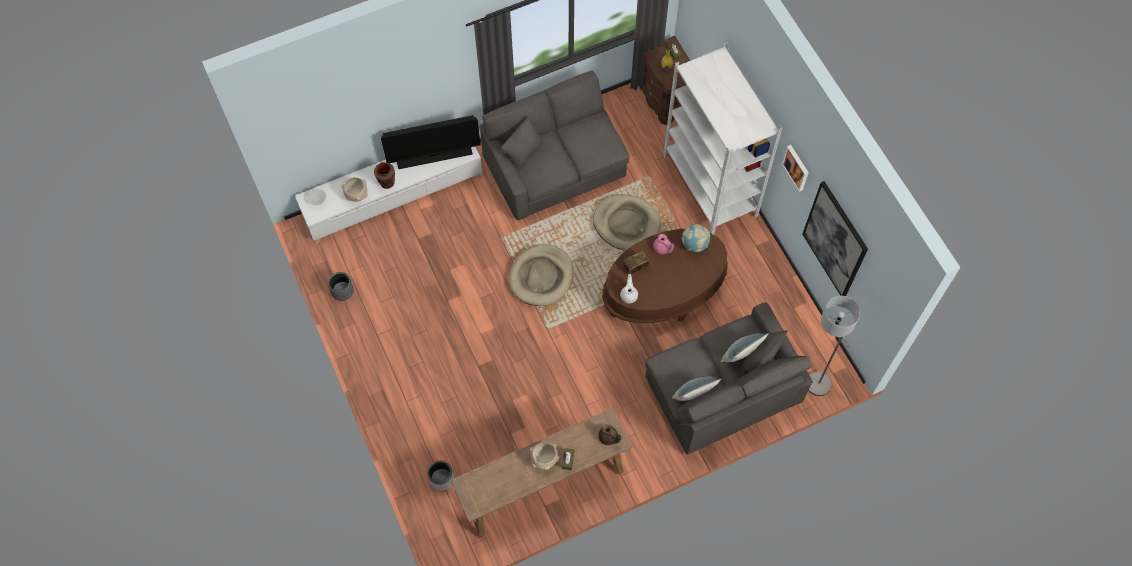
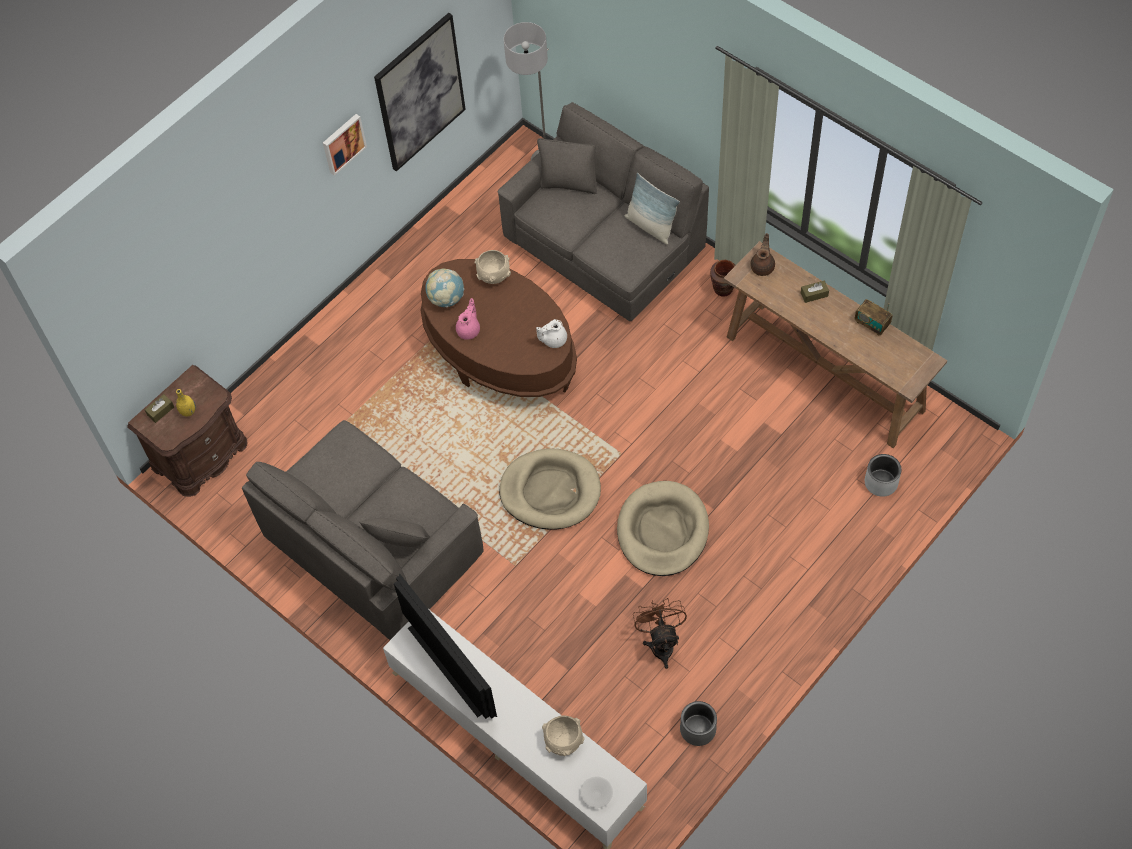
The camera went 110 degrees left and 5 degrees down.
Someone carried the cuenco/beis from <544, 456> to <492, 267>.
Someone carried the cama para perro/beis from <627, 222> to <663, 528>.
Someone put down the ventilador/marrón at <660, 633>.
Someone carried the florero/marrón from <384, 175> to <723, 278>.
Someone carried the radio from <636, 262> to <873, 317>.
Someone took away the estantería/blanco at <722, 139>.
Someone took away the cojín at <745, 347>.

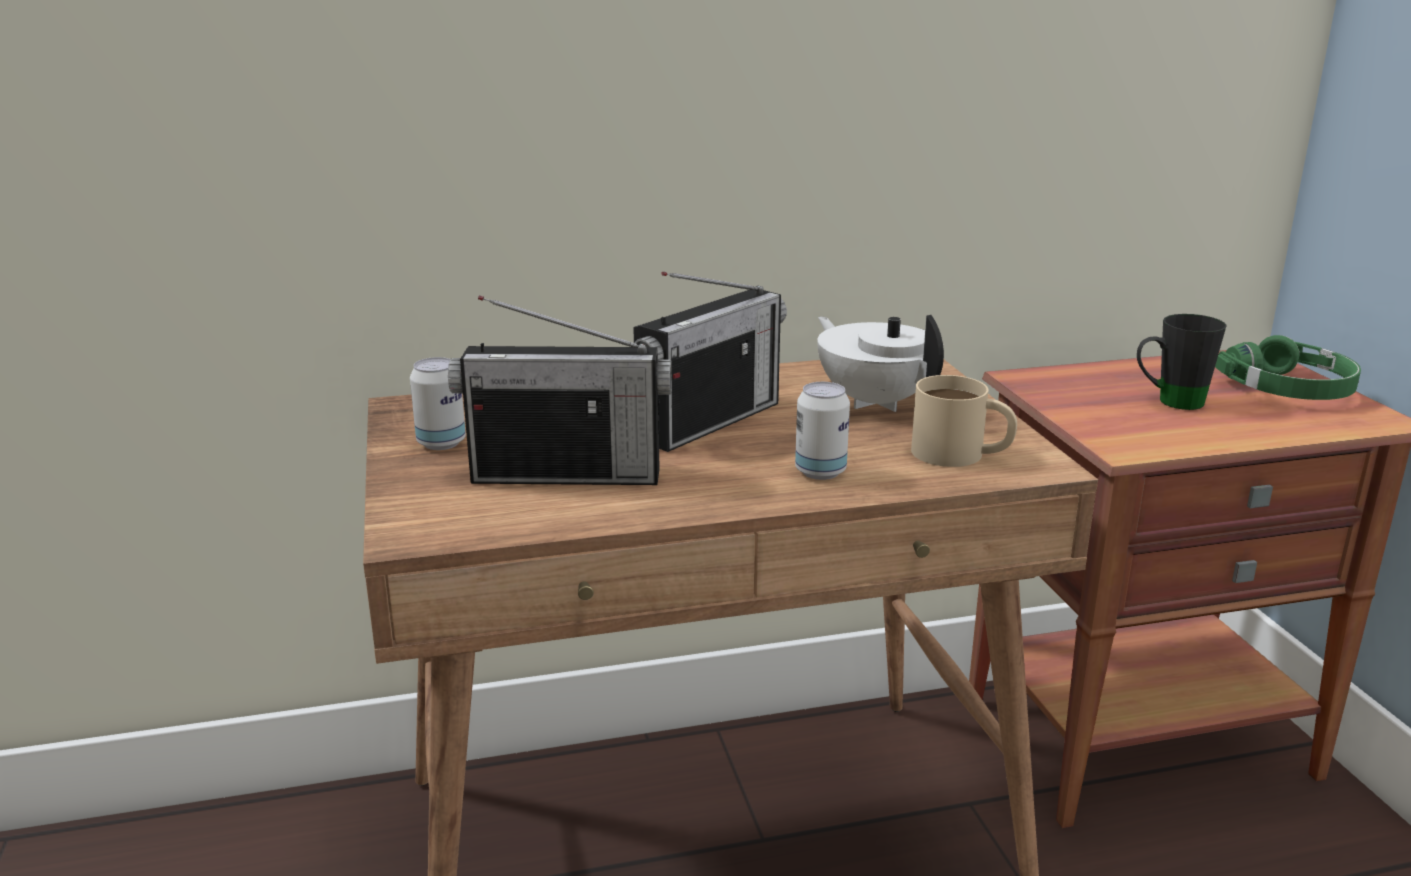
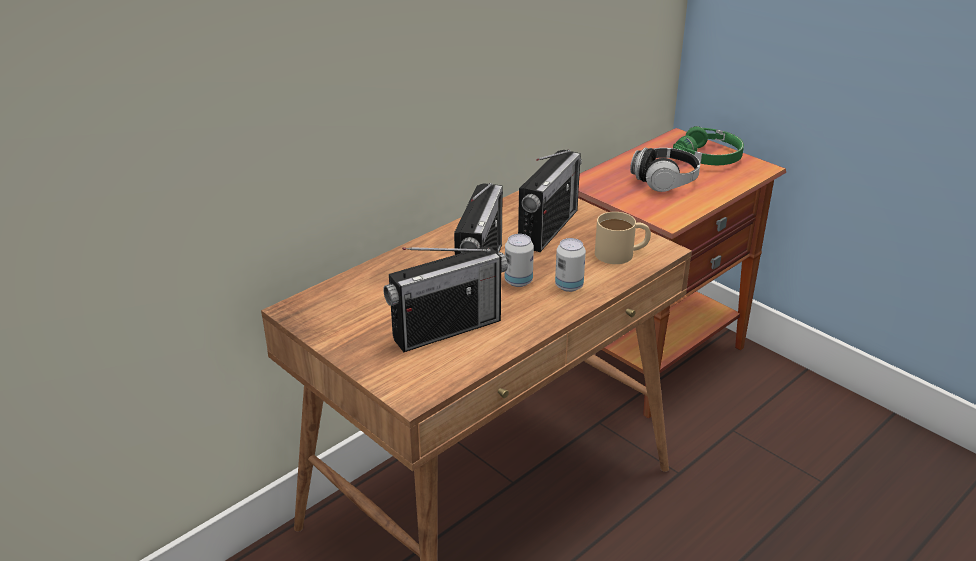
The camera went 30 degrees left and 10 degrees up.
Someone carried the lata from <438, 403> to <519, 260>.
Someone swapped the tetera/blanco at <881, 363> for the radio at <550, 201>.
Someone swapped the taza grande/negro at <1182, 362> for the auriculares at <665, 170>.

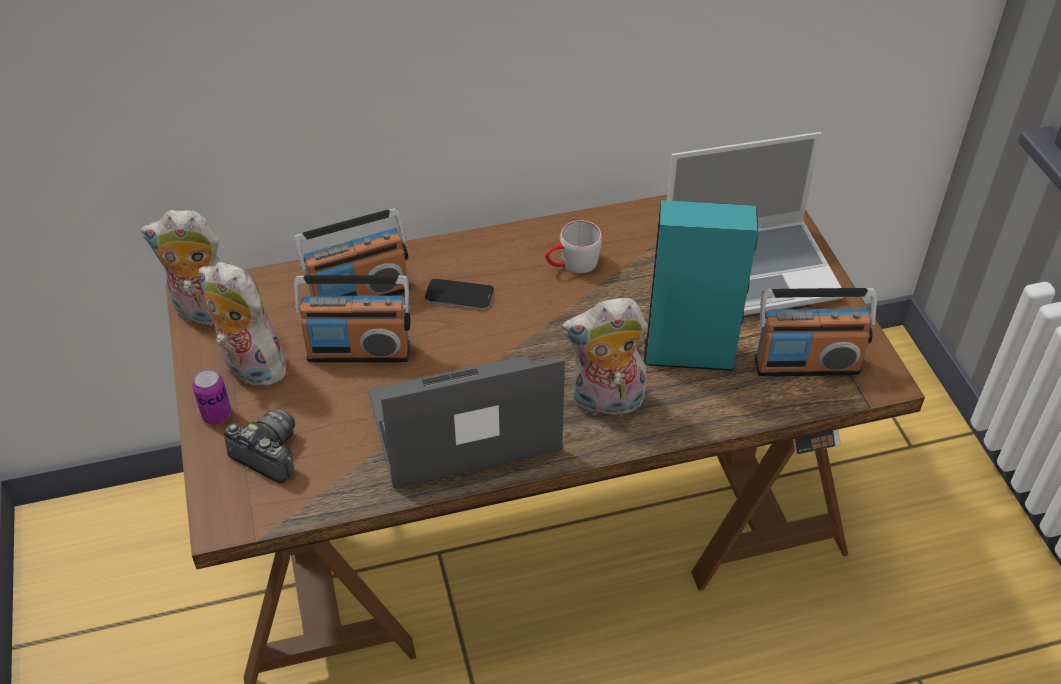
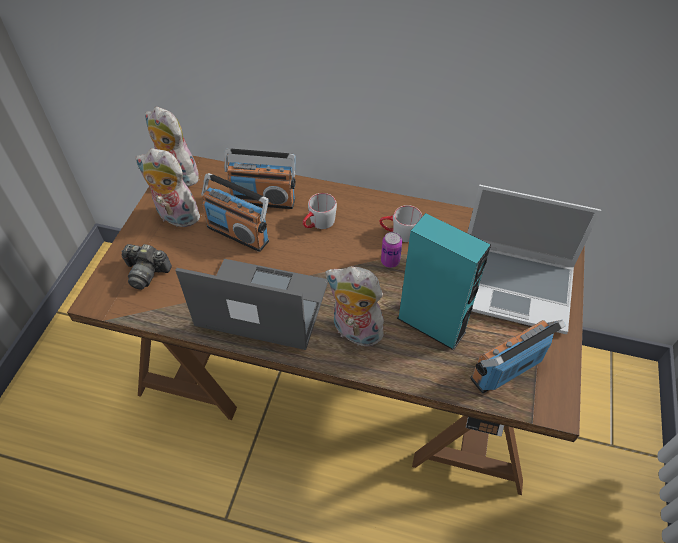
The camera went 30 degrees right and 5 degrees up.
Someone rotated the cámara at <259, 446> by 135 degrees clockwise.
Someone rotated the peluche at <243, 324> by 45 degrees counterclockwise.
Someone swapped the móvil at <459, 294> for the taza grande/gris at <320, 211>.
Someone carried the lata from <211, 397> to <391, 250>.
Someone rotated the radio at <816, 332> by 120 degrees clockwise.

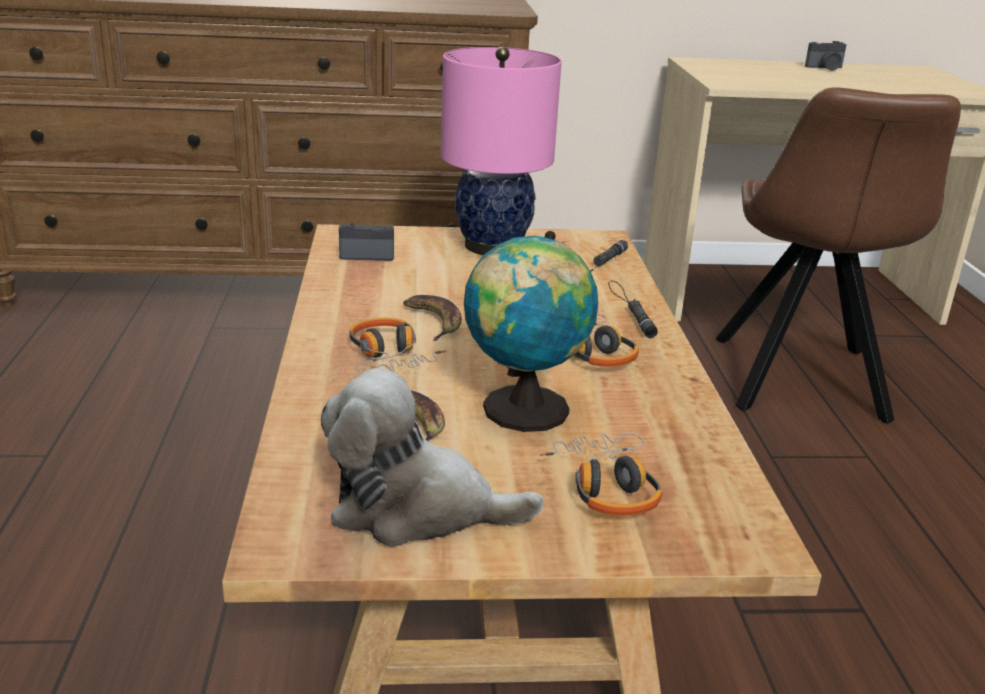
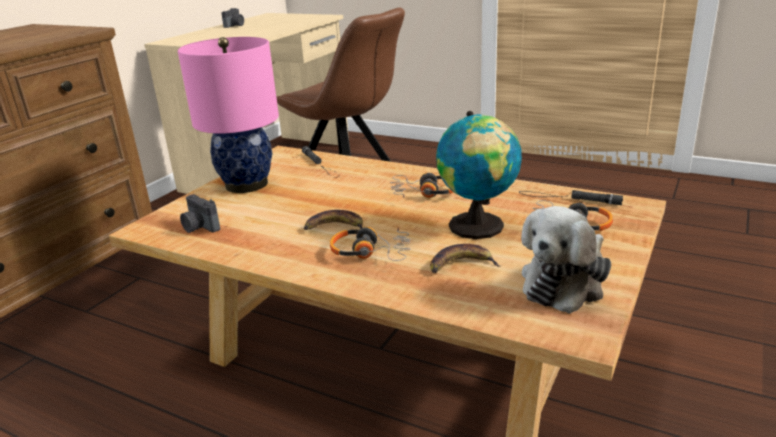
The camera went 55 degrees left and 0 degrees up.
Someone rotated the cámara at <366, 242> by 75 degrees counterclockwise.
Someone carried the linterna/negro from <633, 309> to <571, 197>.

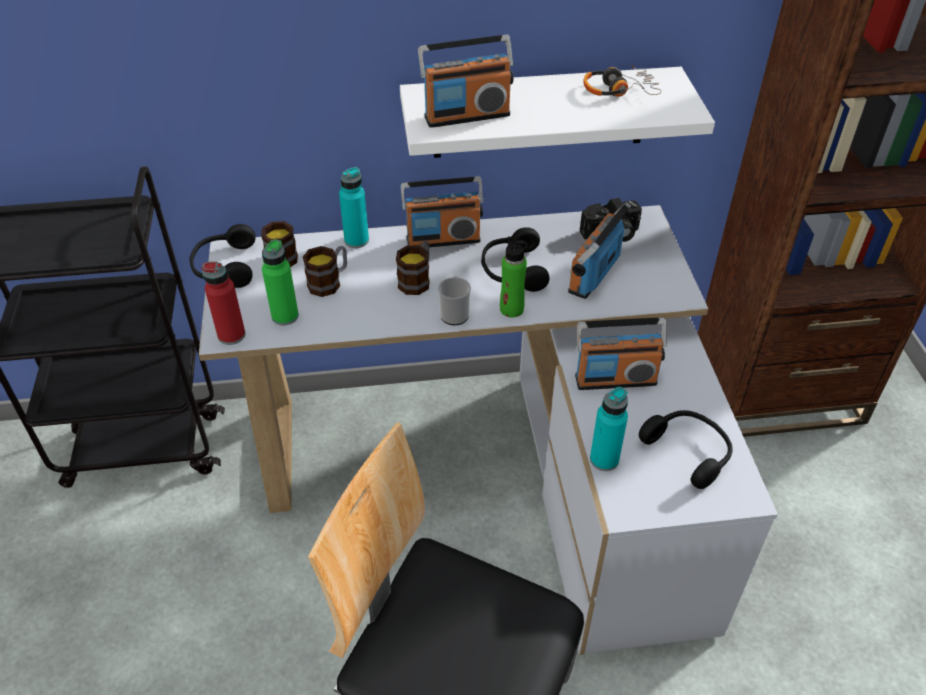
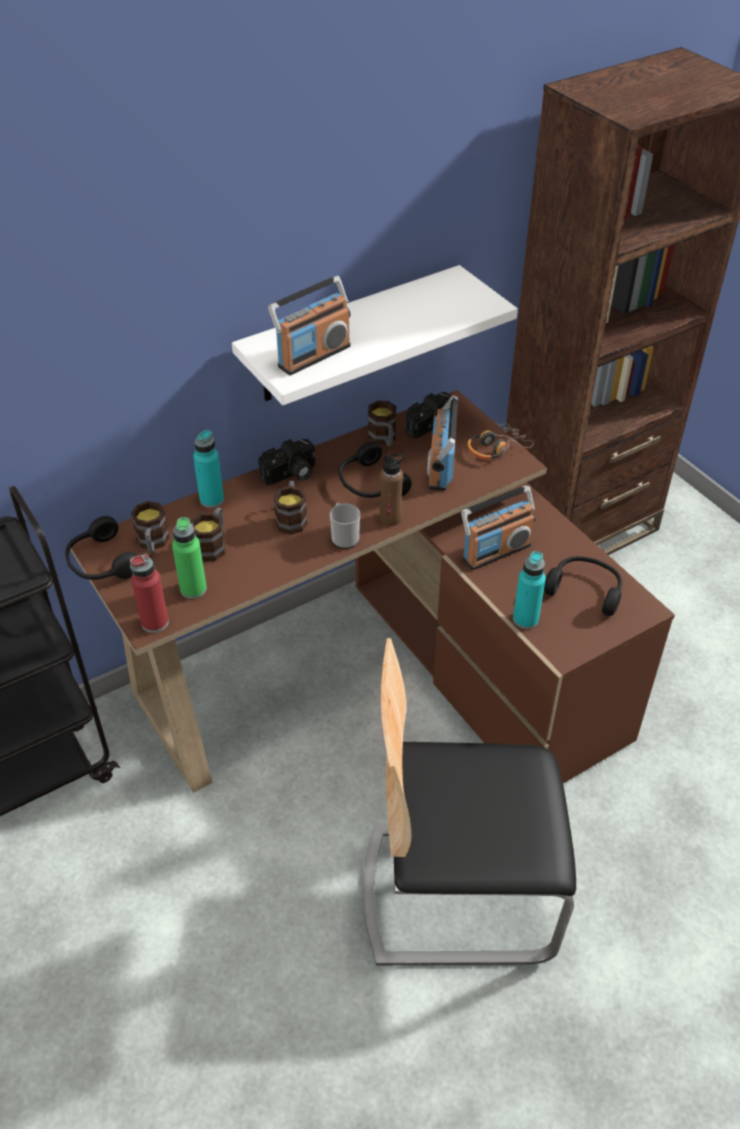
The camera went 25 degrees left and 0 degrees up.
Someone repainted the escritorio/blanco at <488, 430>, which became the escritorio/marrón at <372, 591>.
Someone swapped the radio at <442, 211> for the cámara at <286, 462>.
Someone put down the taza grande at <382, 423>.
Someone repainted the botella/verde at <514, 277>, which became the botella/marrón at <391, 489>.
Someone carried the auriculares from <622, 81> to <500, 440>.

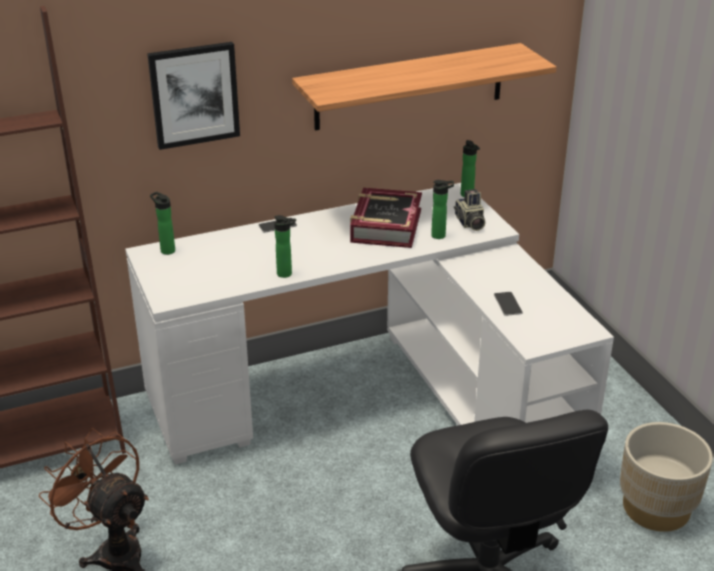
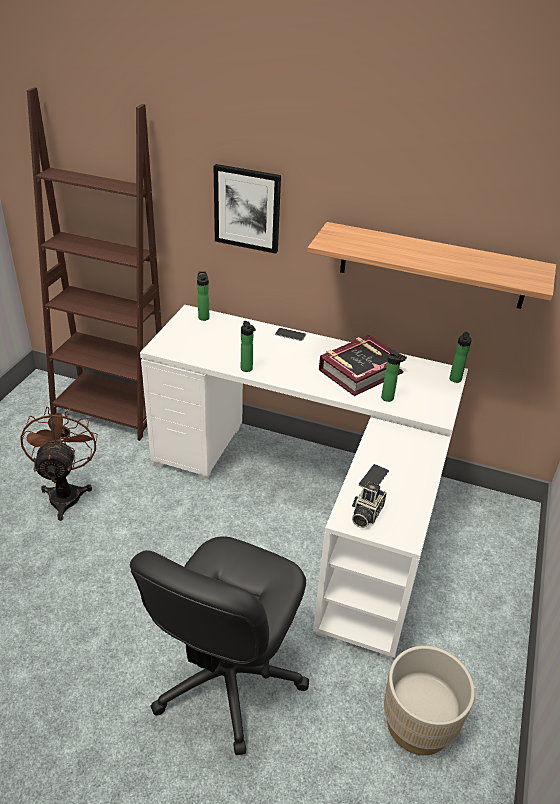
The camera went 40 degrees right and 5 degrees up.
Someone carried the cámara from <469, 210> to <369, 504>.

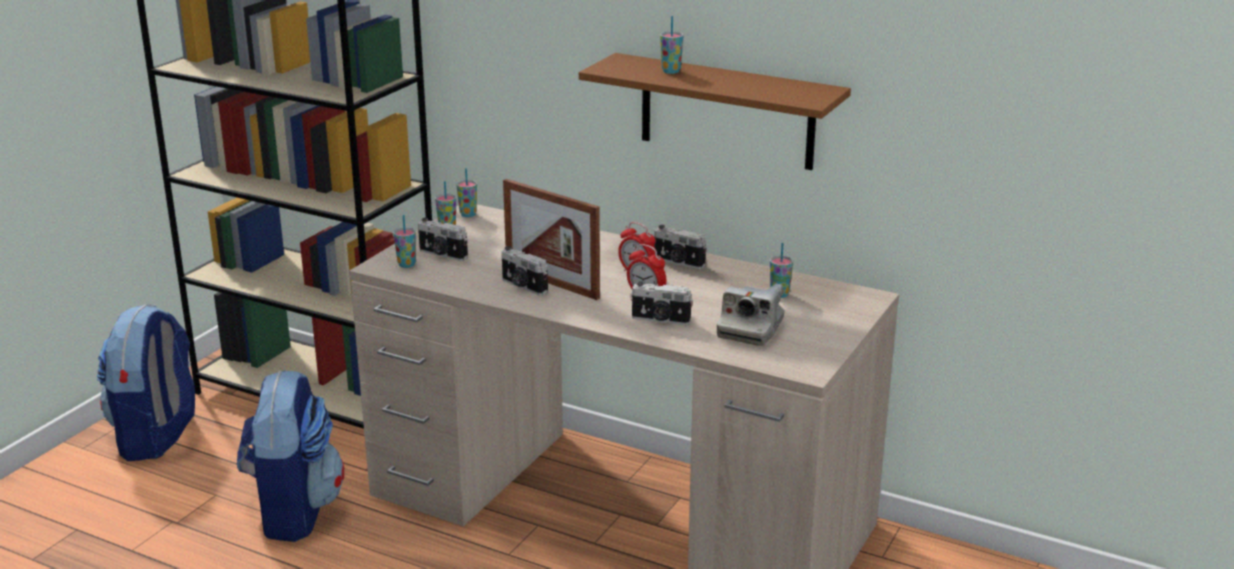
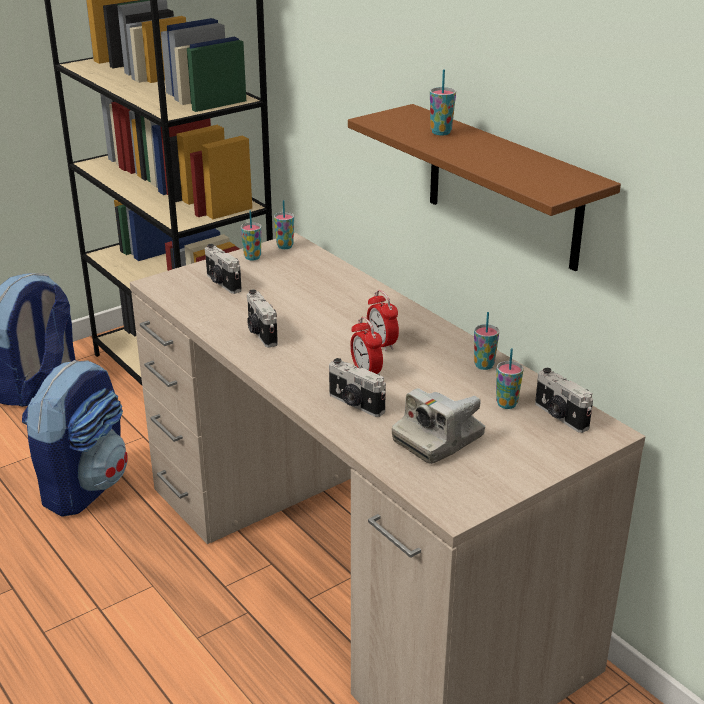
The camera went 25 degrees right and 5 degrees up.
Someone carried the taza from <404, 241> to <486, 341>.
Someone carried the cámara from <680, 247> to <564, 400>.
Someone took away the portarretratos at <551, 239>.

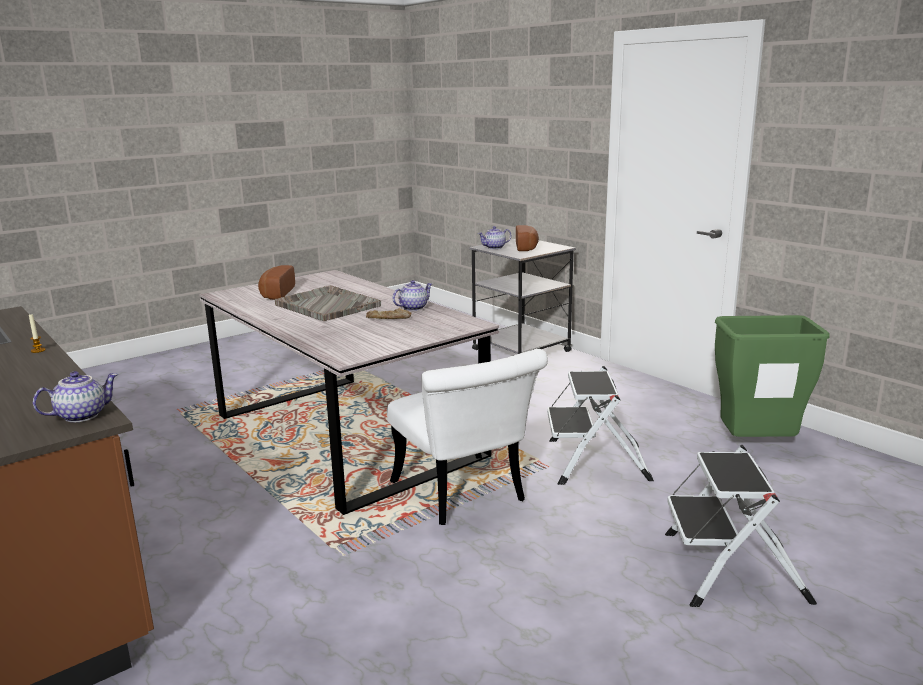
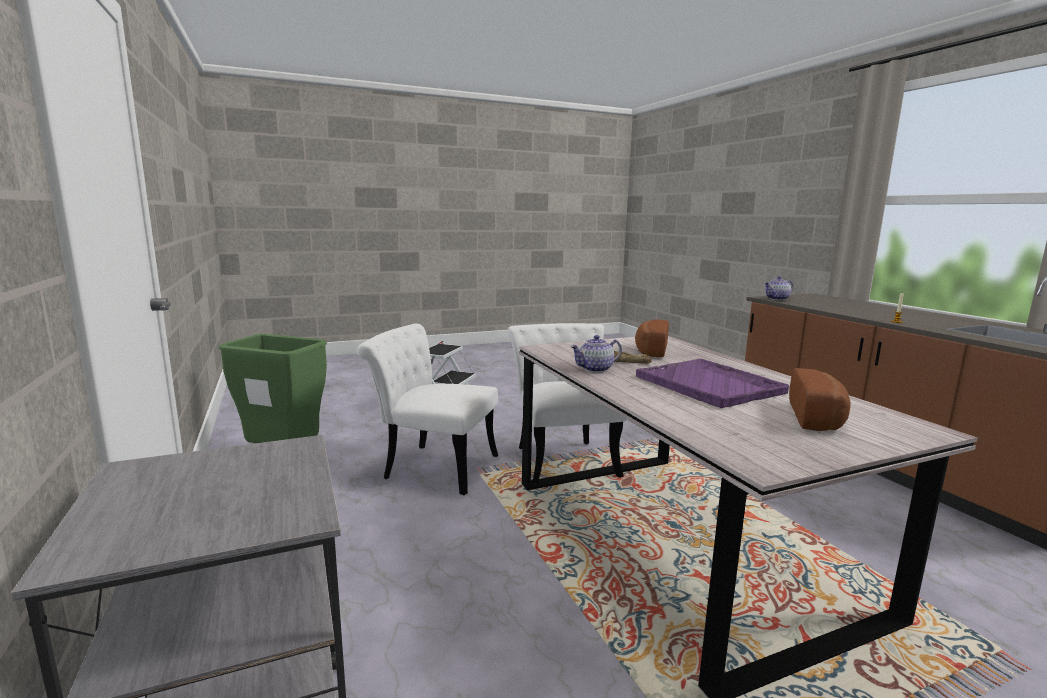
The camera went 165 degrees left and 5 degrees down.
Someone swapped the escalera de tijera at <600, 425> for the silla/blanco at <427, 409>.
Someone carried the pan from <527, 238> to <652, 338>.
Someone repainted the bandeja/gris at <328, 303>, which became the bandeja/morado at <712, 383>.
Someone took away the tetera at <494, 237>.

